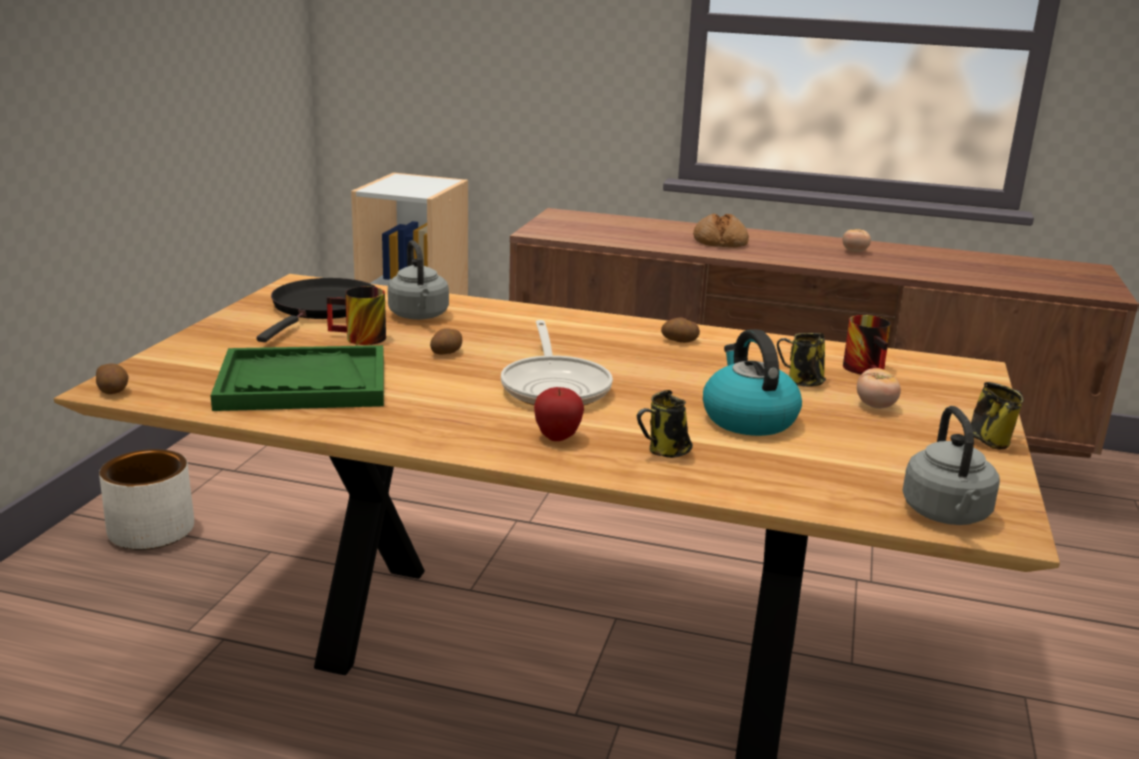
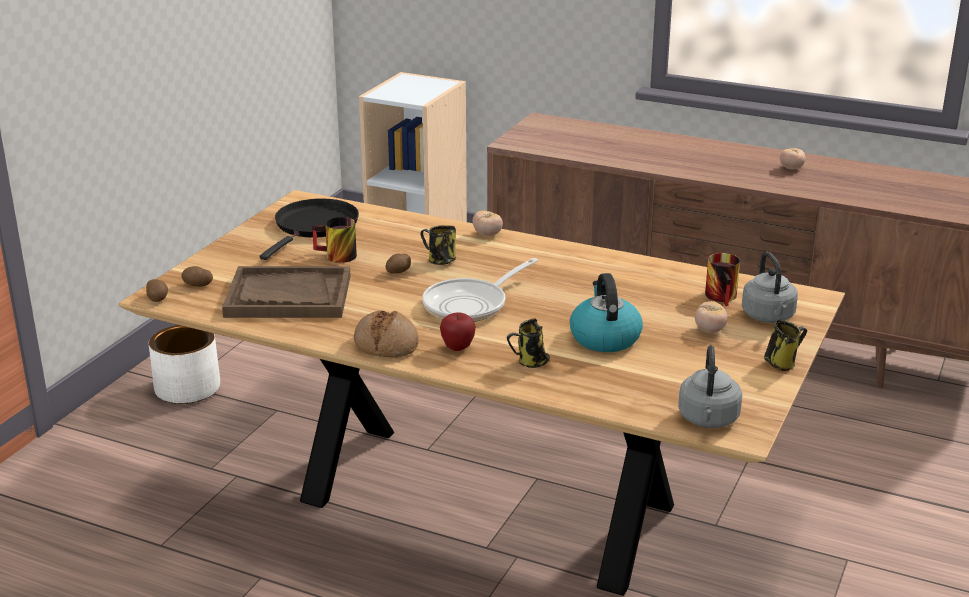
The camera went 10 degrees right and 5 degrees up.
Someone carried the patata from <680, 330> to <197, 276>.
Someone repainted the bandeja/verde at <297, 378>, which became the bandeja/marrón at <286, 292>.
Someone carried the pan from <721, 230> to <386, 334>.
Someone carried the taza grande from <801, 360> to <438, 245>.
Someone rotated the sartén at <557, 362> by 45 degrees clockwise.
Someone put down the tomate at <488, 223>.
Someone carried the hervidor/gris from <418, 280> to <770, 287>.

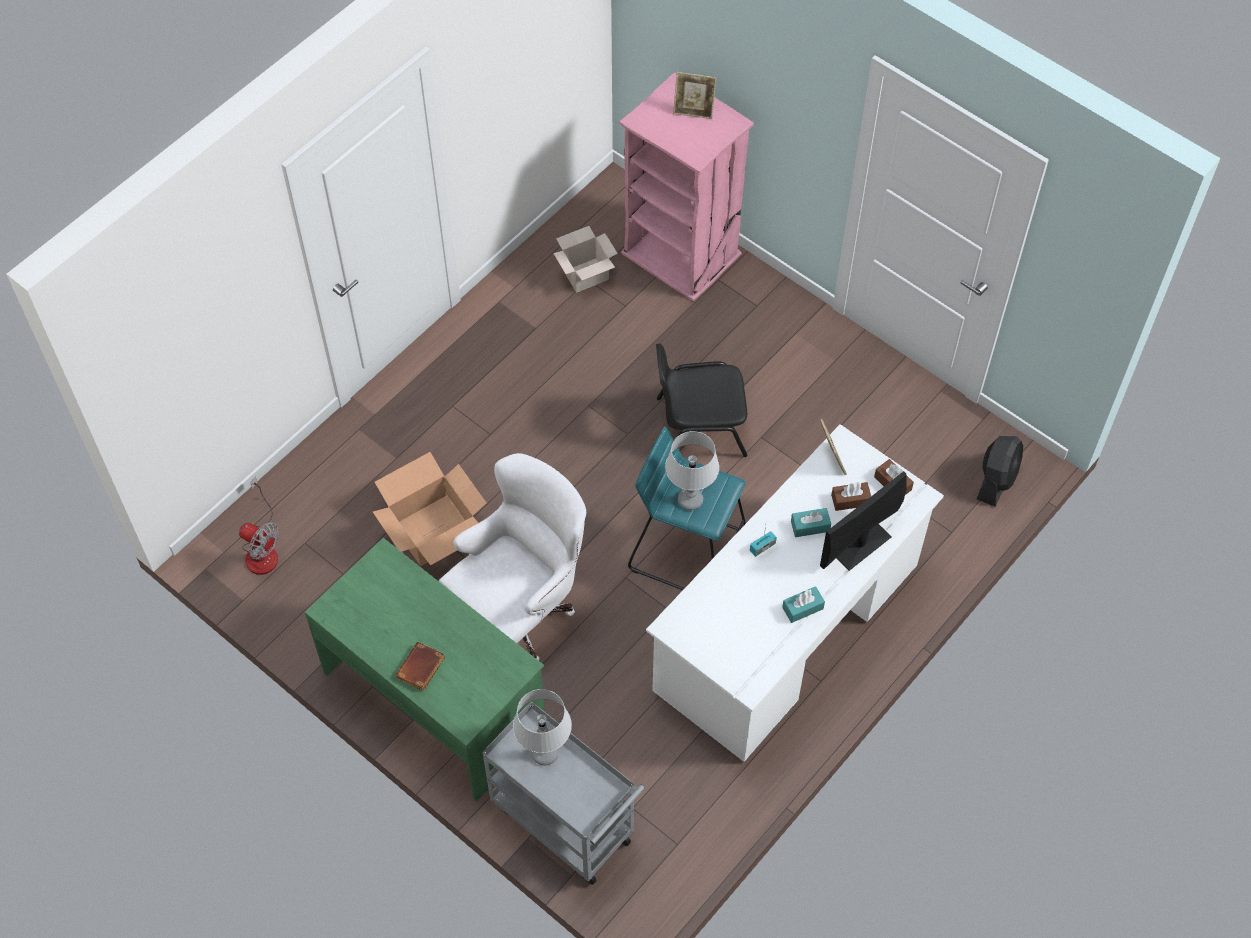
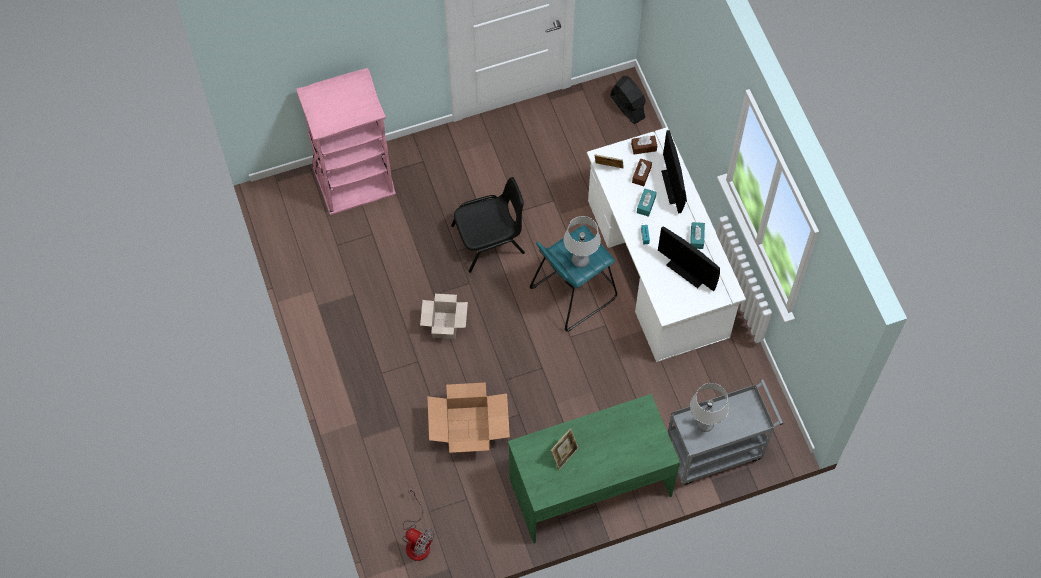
The camera went 60 degrees left and 5 degrees up.
Someone rotated the ventilador at <259, 525> by 60 degrees clockwise.
Someone carried the caja de cartón from <585, 259> to <444, 316>.
Someone rotated the silla/negro at <701, 400> by 135 degrees counterclockwise.
Someone carried the portarretratos from <695, 95> to <564, 449>.
Someone put down the monitor at <689, 258>.
Someone took away the libro/marrón at <420, 666>.
Someone took away the silla de oficina/blanco at <512, 557>.

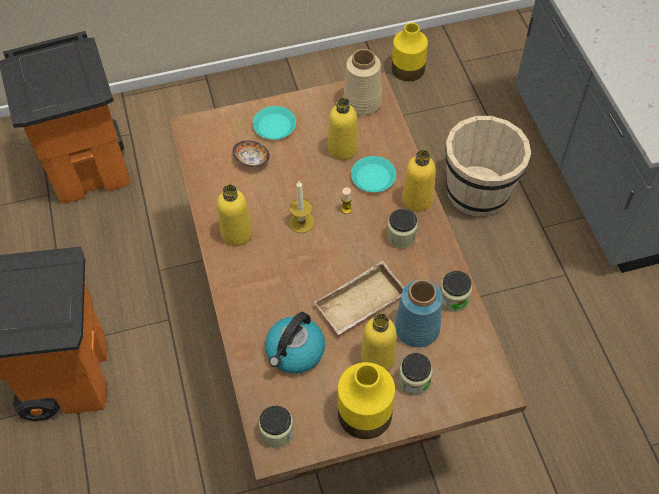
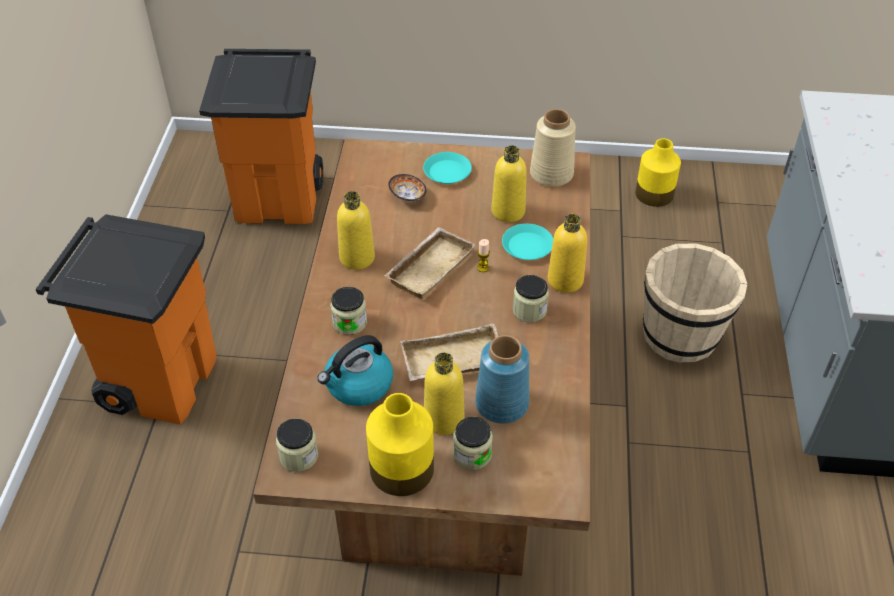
The camera went 20 degrees right and 10 degrees down.
Someone carried the tarro from <456, 291> to <348, 311>.
Someone swapped the vela at <302, 207> for the bandeja/beis at <429, 263>.

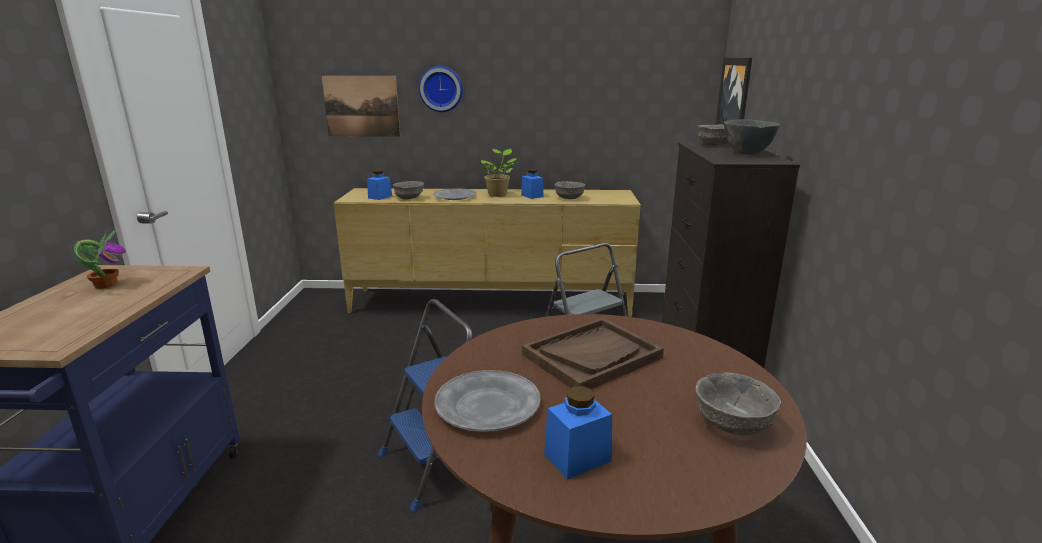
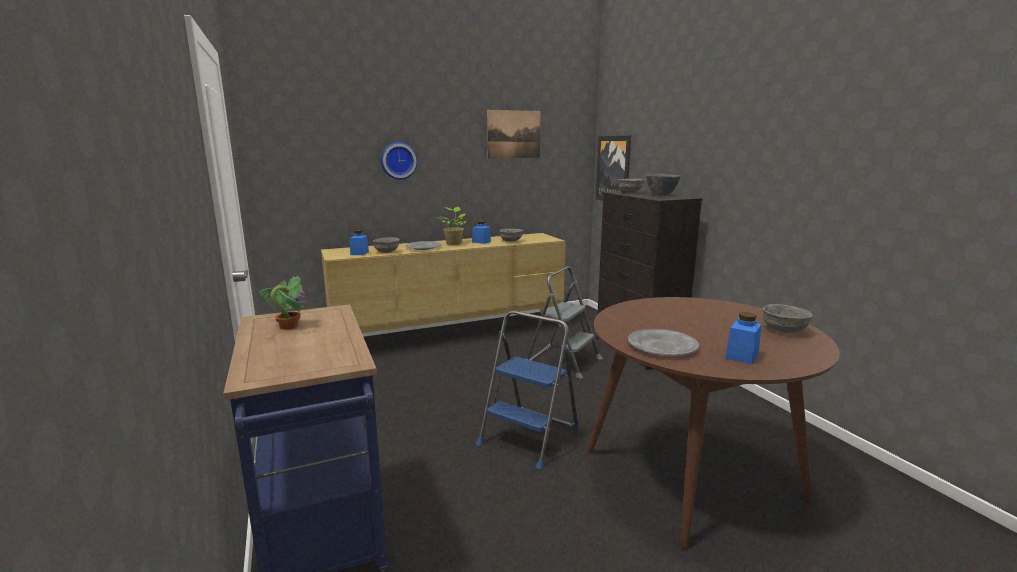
The camera went 25 degrees left and 5 degrees down.
Someone carried the cuadro from <361, 106> to <513, 134>.
Someone took away the bandeja/marrón at <593, 353>.

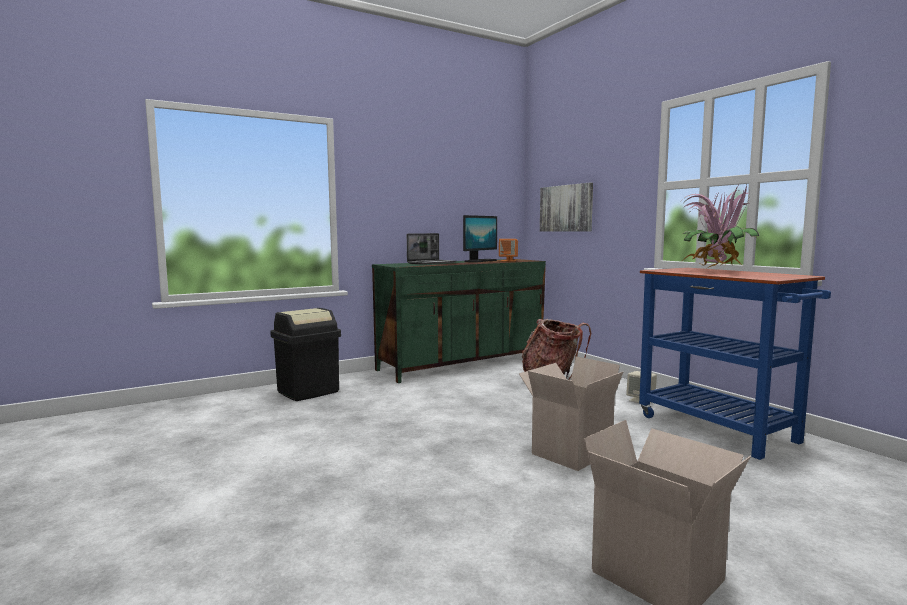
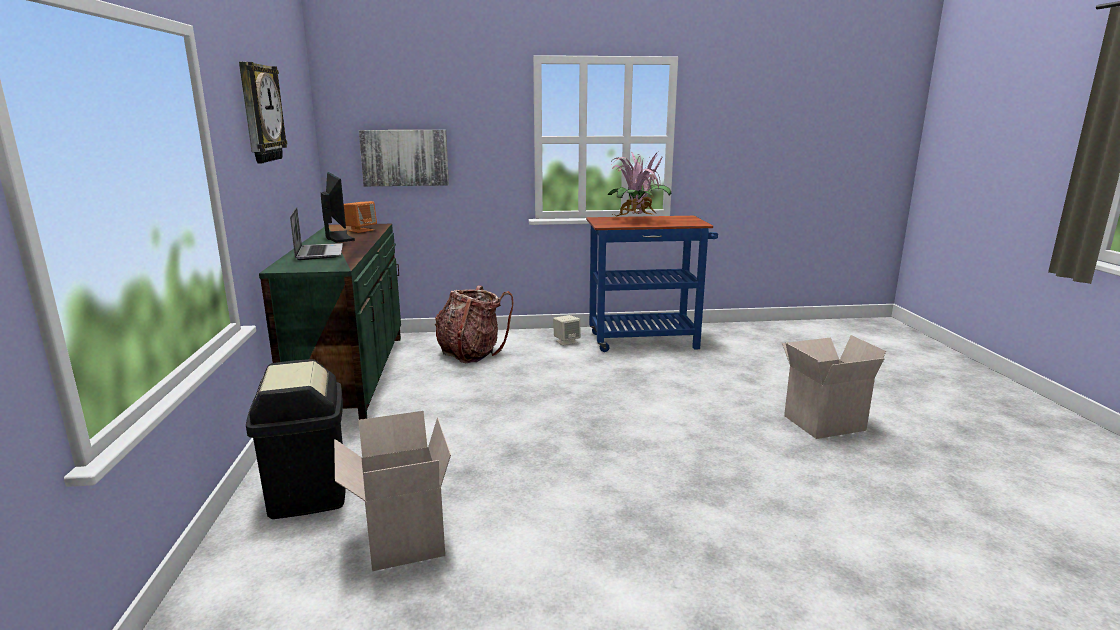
The camera went 65 degrees left and 10 degrees up.
Someone put up the reloj de pared at <263, 112>.
Someone carried the caja de cartón from <571, 414> to <392, 491>.

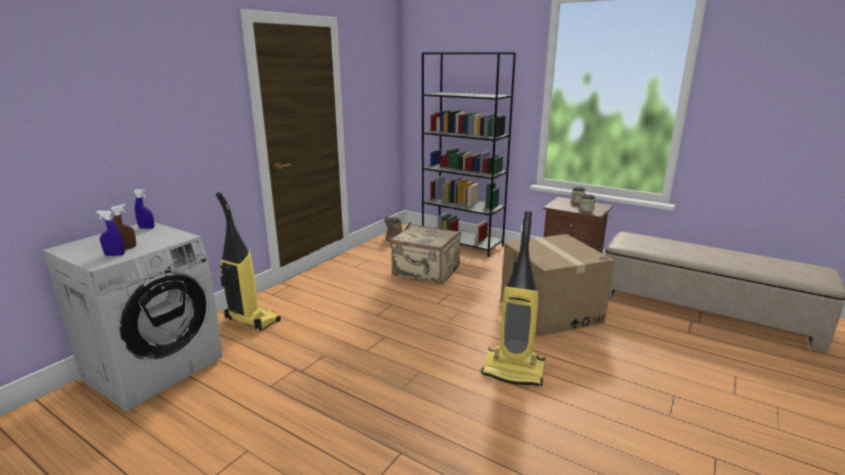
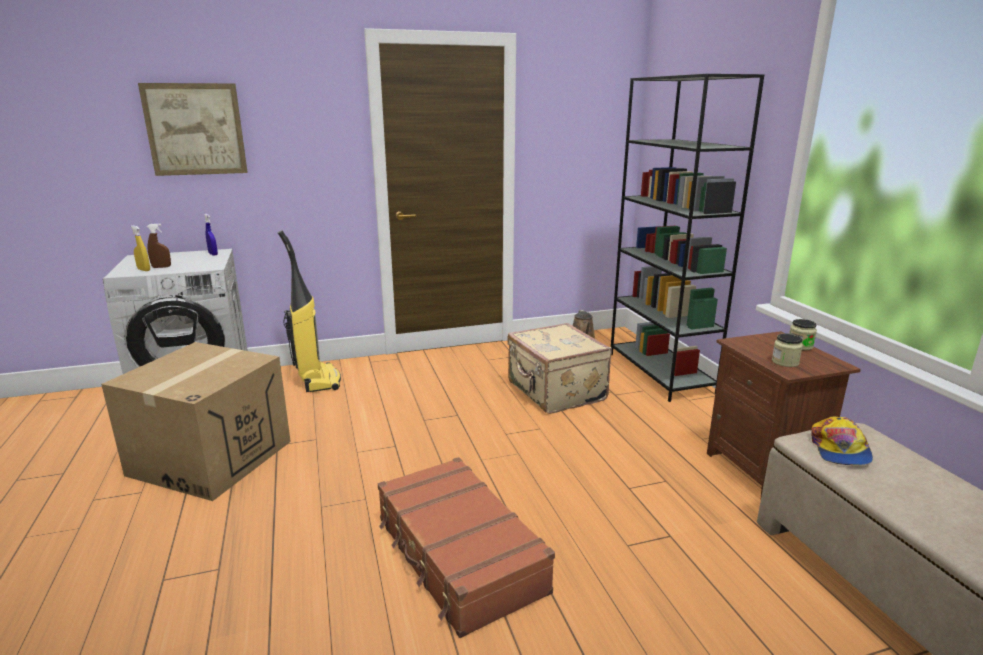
The camera went 40 degrees right and 0 degrees up.
Someone carried the caja de cartón from <557, 285> to <196, 421>.
Someone repainted the pulverizador/azul at <110, 233>, which became the pulverizador/amarillo at <140, 248>.
Someone put up the cuadro at <193, 129>.
Someone swapped the aspiradora at <513, 298> for the maleta/marrón at <466, 547>.
Someone put down the gorra at <842, 441>.

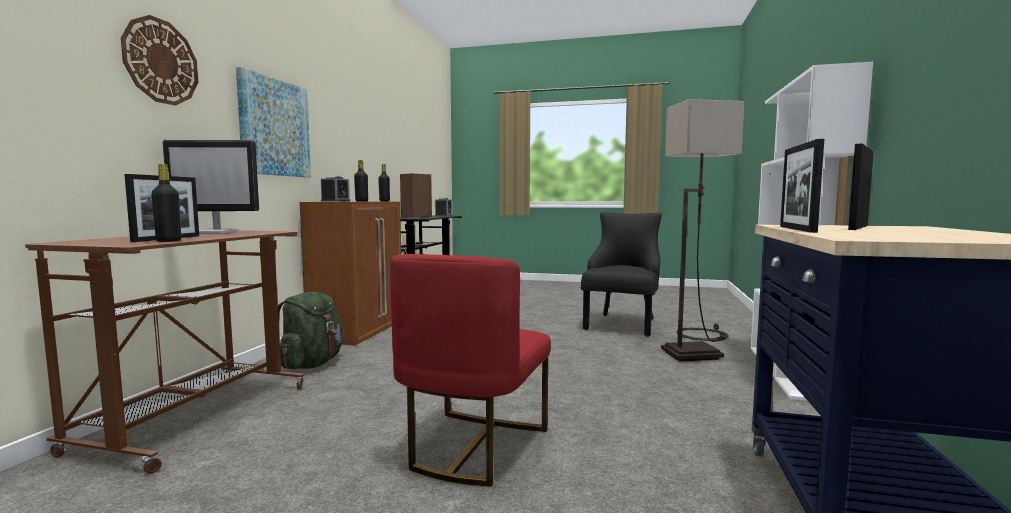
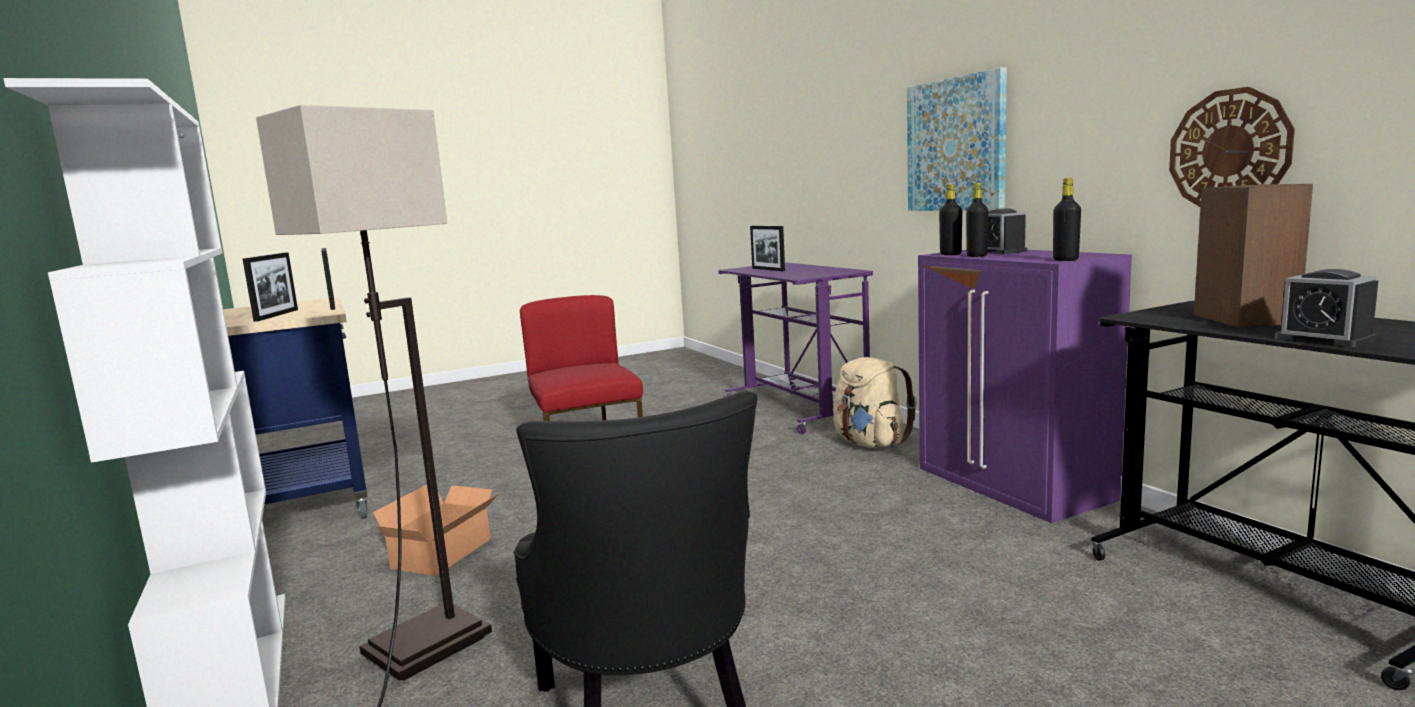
The camera went 140 degrees right and 5 degrees up.
Someone put down the caja de cartón at <436, 530>.
Someone repainted the escritorio/marrón at <165, 352>, which became the escritorio/morado at <795, 348>.
Someone repainted the mochila/verde at <310, 330>, which became the mochila/beis at <875, 402>.
Someone repainted the armario/marrón at <350, 274>, which became the armario/morado at <1025, 386>.
Someone carried the botella/negro from <166, 203> to <950, 219>.
Someone carried the reloj de pared from <159, 60> to <1232, 147>.
Someone took away the monitor at <211, 187>.

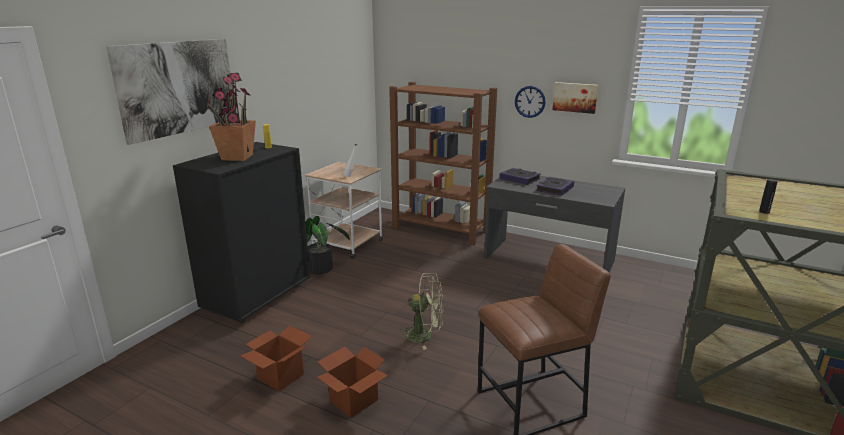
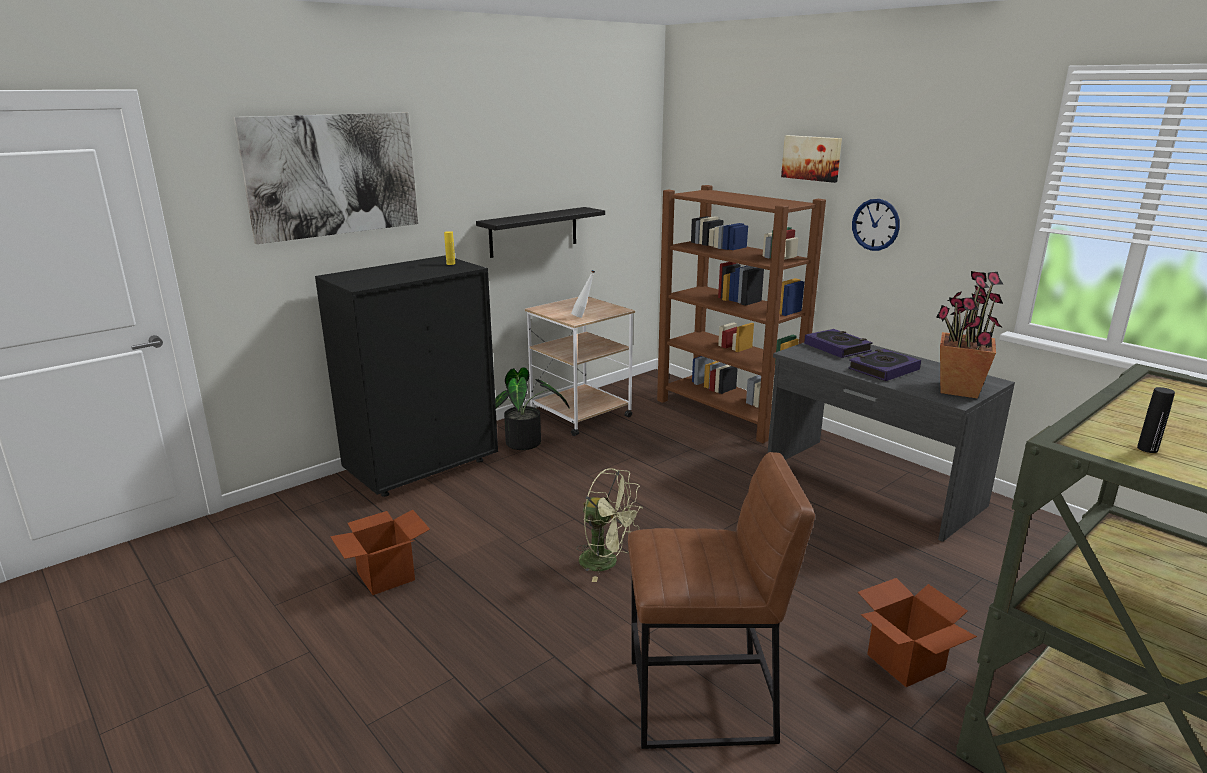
The camera went 20 degrees right and 0 degrees up.
Someone put up the estante/negro at <540, 232>.
Someone carried the cuadro from <575, 98> to <811, 159>.
Someone carried the caja de cartón from <352, 382> to <917, 632>.
Someone carried the planta en maceta from <231, 117> to <969, 335>.

